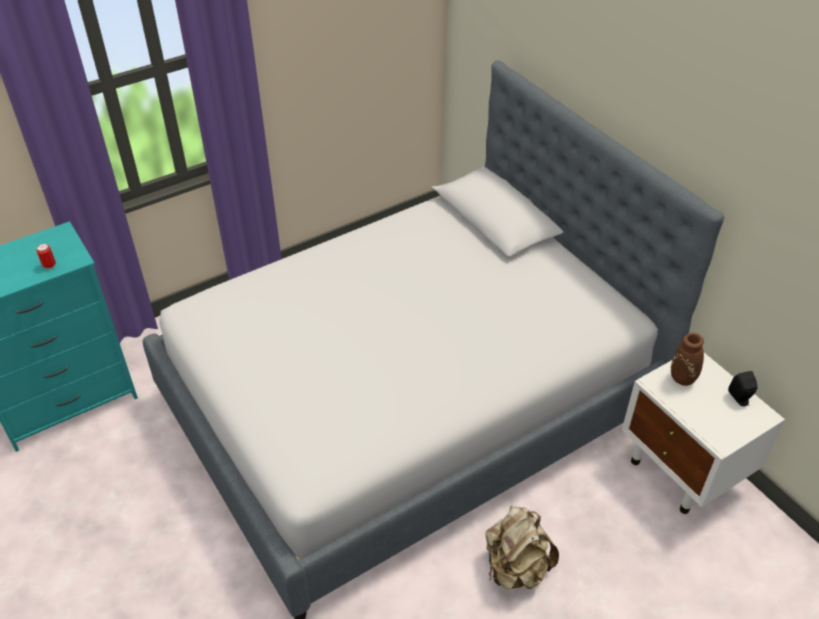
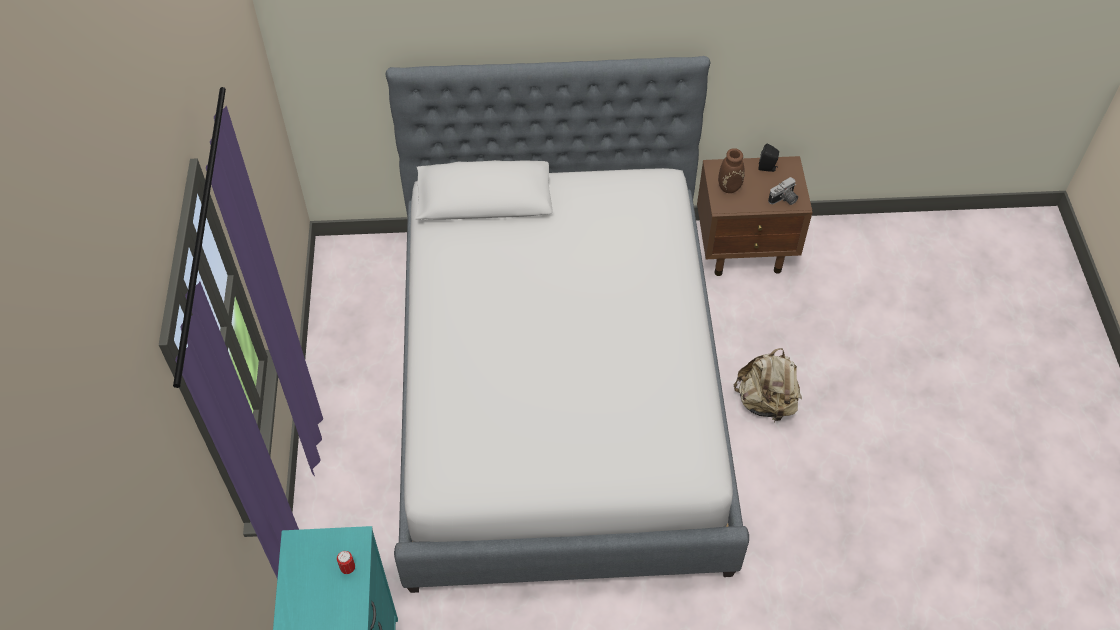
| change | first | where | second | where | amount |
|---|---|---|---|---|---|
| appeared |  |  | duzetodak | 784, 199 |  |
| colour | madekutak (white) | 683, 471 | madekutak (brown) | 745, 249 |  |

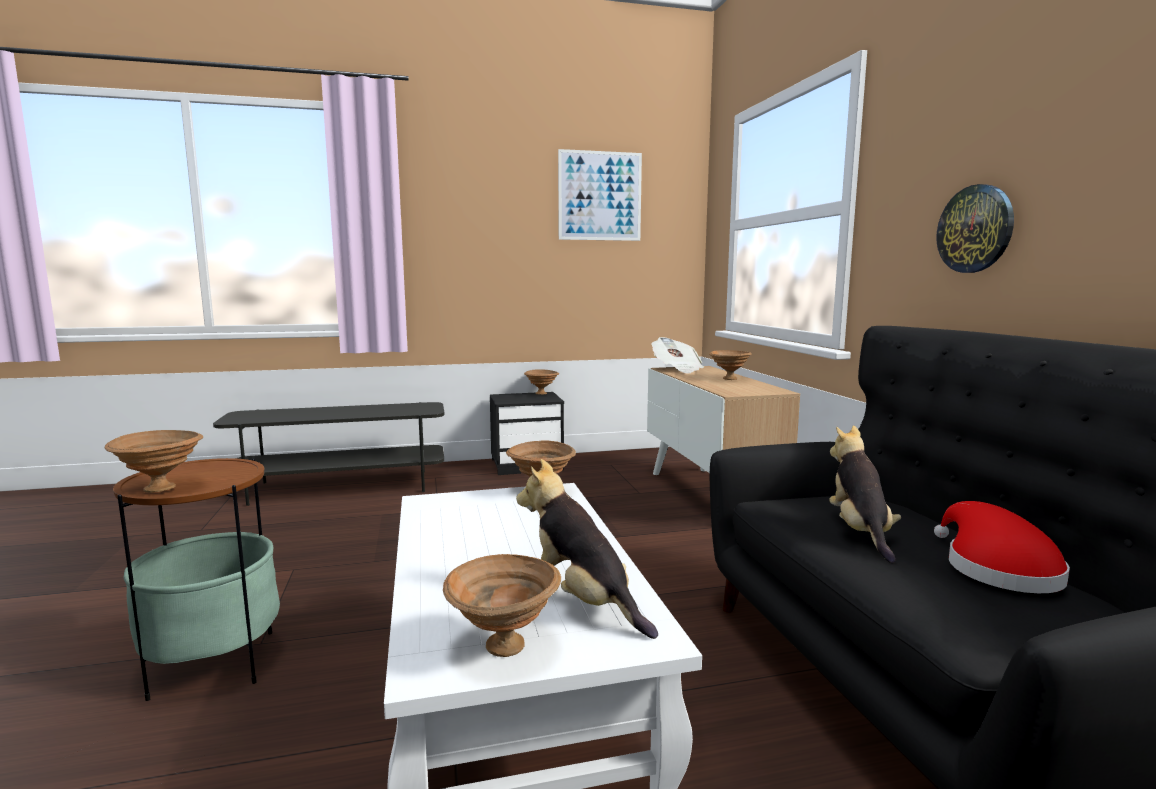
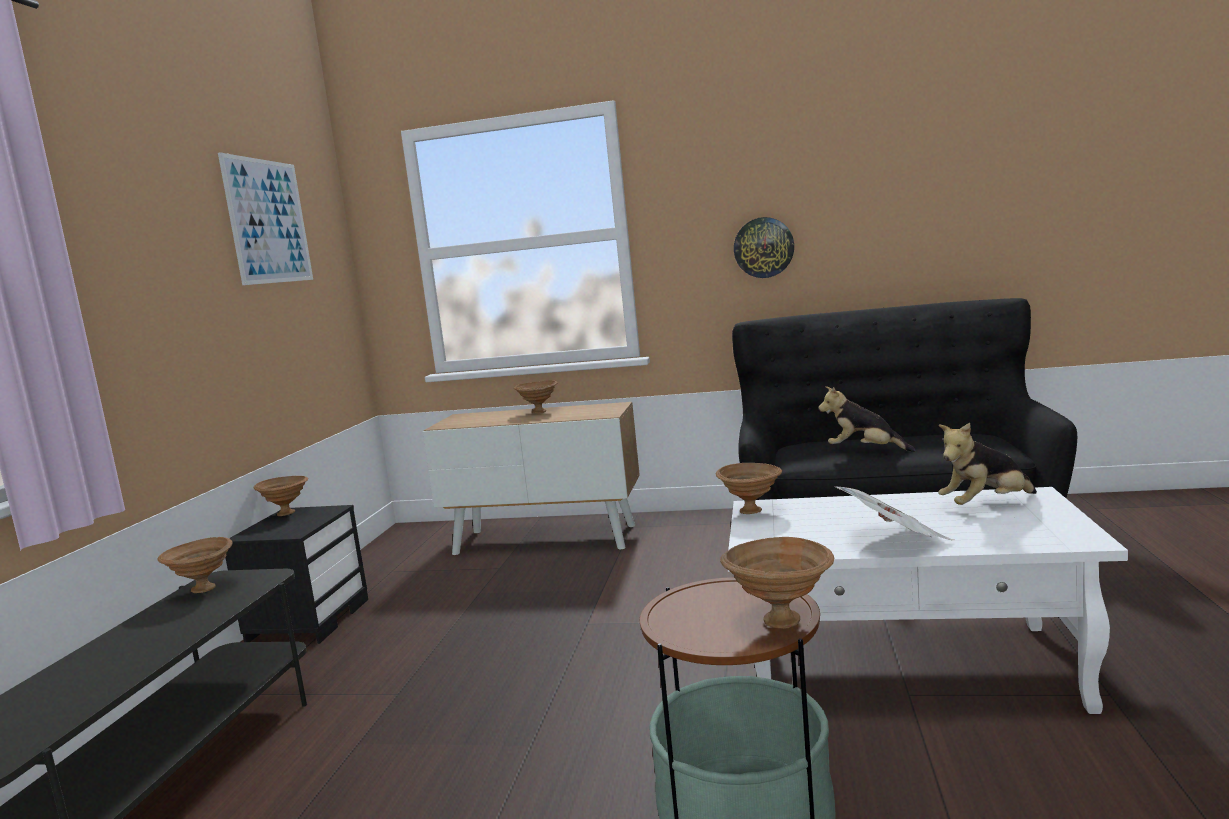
| change | first | where | second | where | amount |
|---|---|---|---|---|---|
| missing | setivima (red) | 996, 568 |  |  |  |
| relocated | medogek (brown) | 504, 648 |  | 204, 589 |  |
| relocated | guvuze | 677, 369 |  | 895, 540 |  |

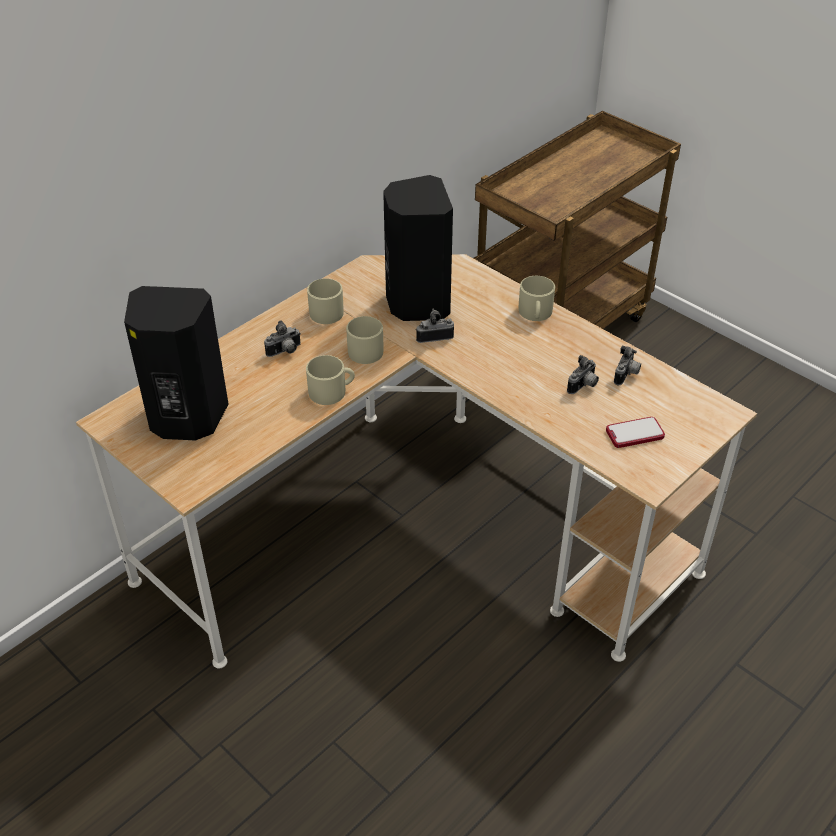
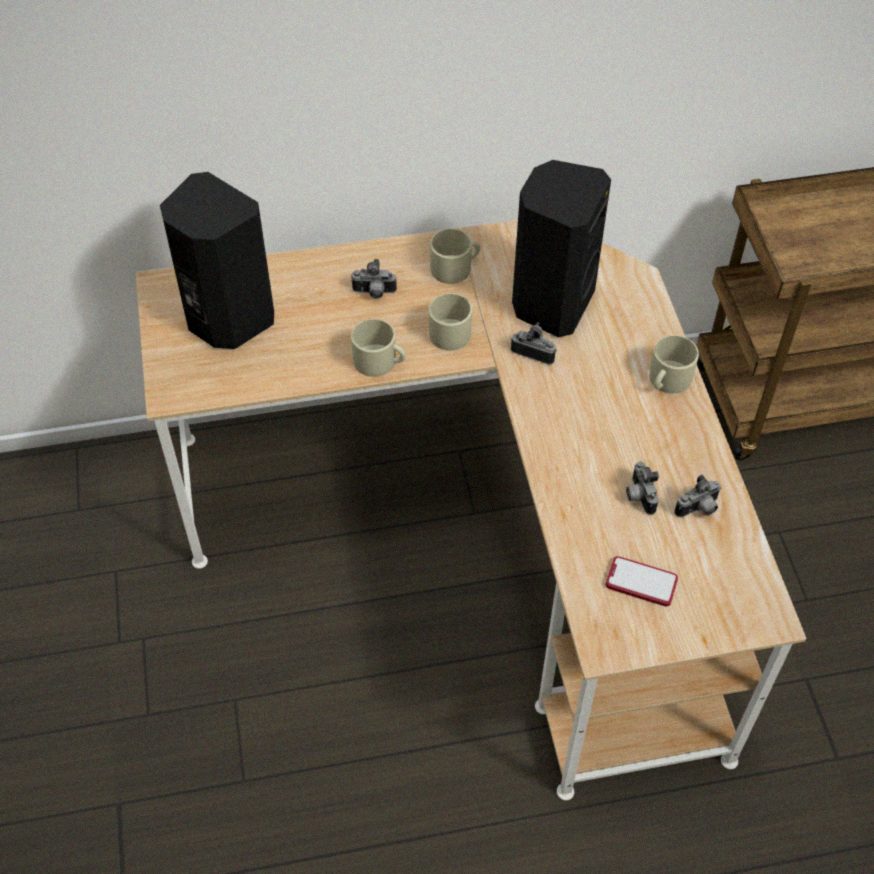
| change | first | where | second | where | amount |
|---|---|---|---|---|---|
| spun | duzetodak | 583, 386 |  | 638, 496 | 90 degrees clockwise |

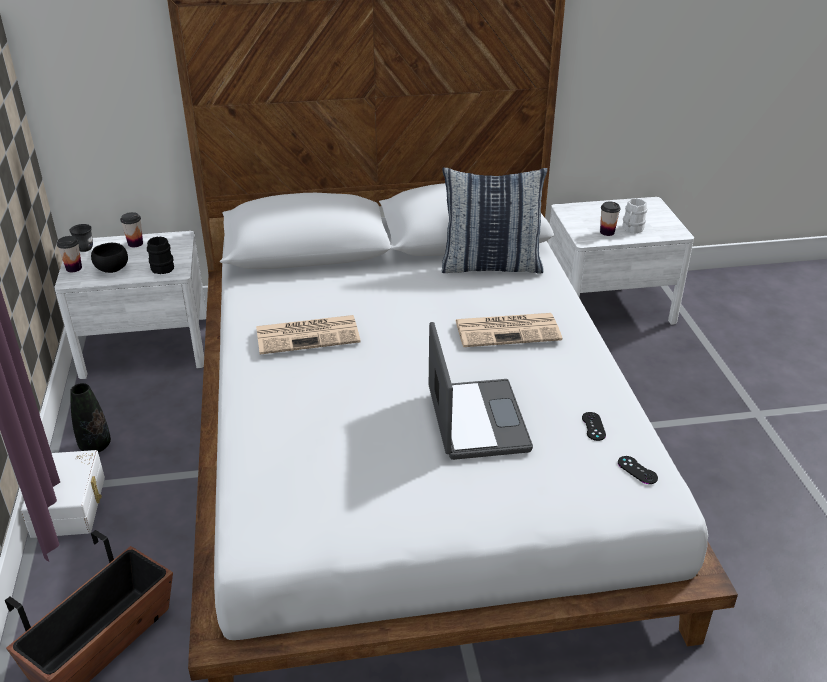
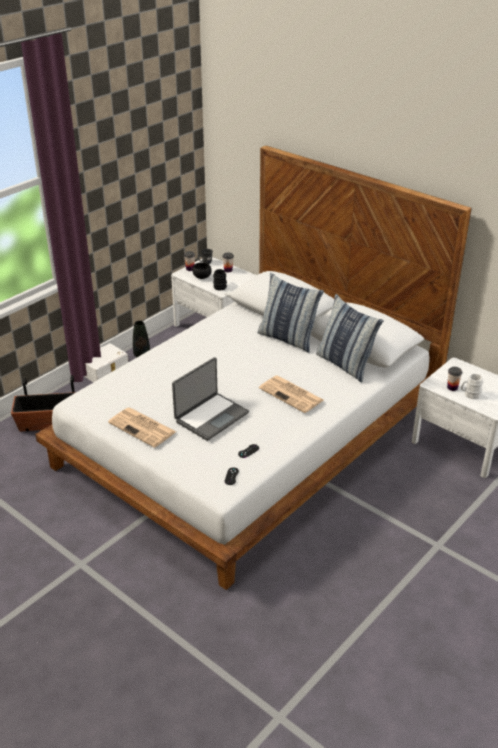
| change | first | where | second | where | amount |
|---|---|---|---|---|---|
| appeared |  |  | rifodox | 288, 338 |  |
| relocated | guvuze | 309, 335 |  | 143, 428 |  |

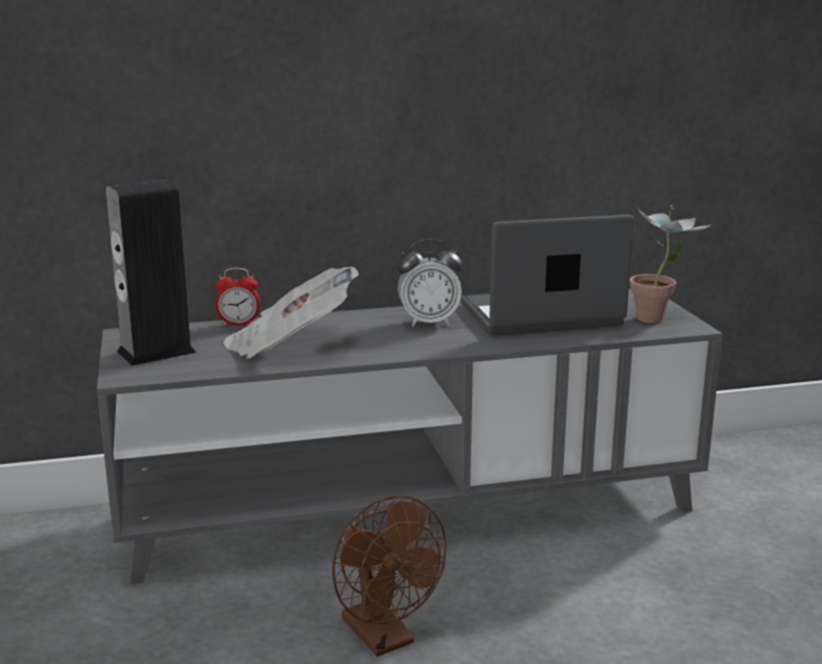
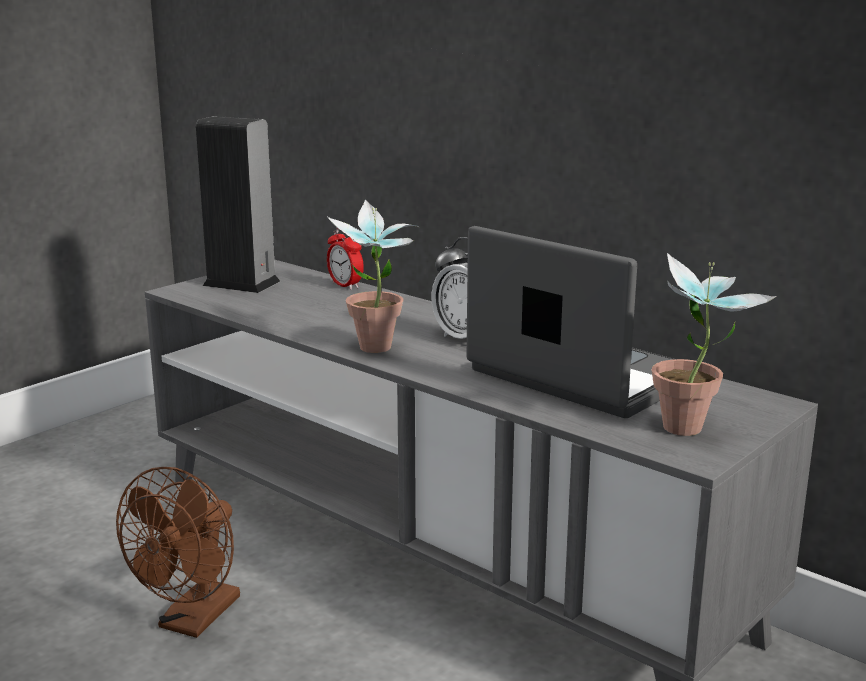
| change | first | where | second | where | amount |
|---|---|---|---|---|---|
| missing | guvuze | 290, 346 |  |  |  |
| appeared |  |  | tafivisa | 377, 352 |  |

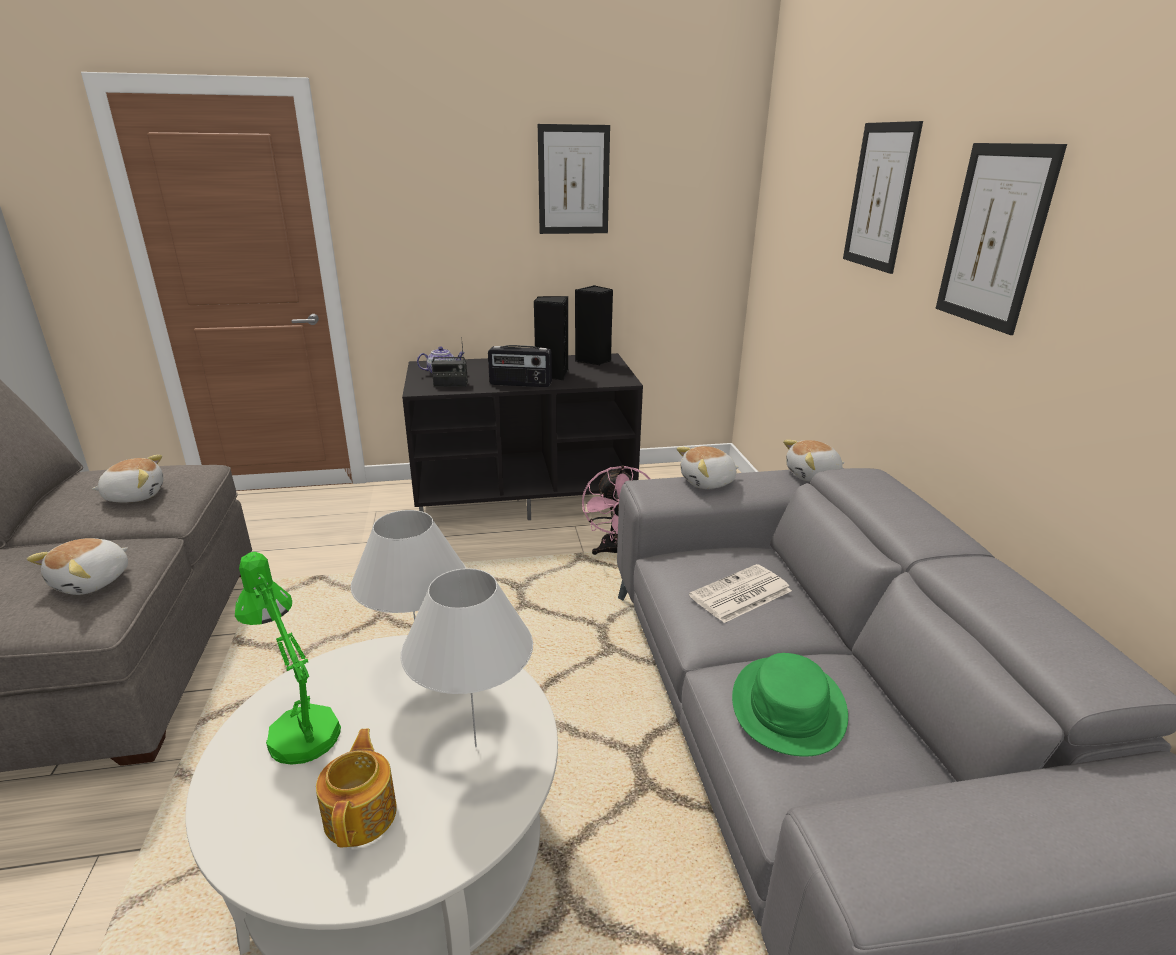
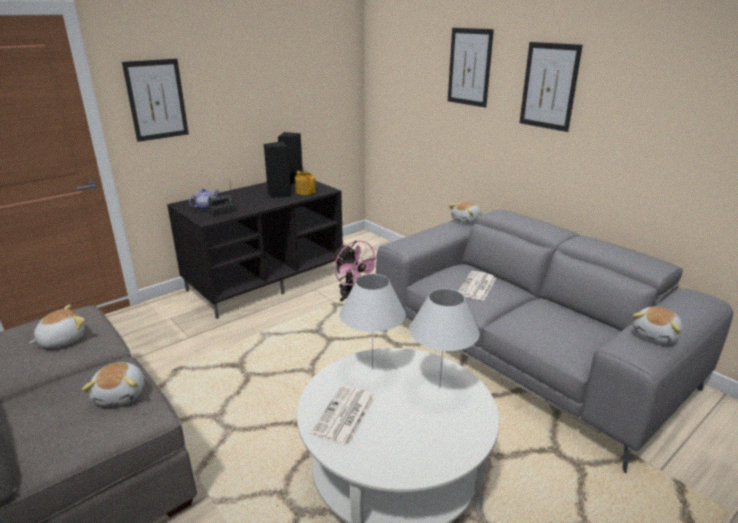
| change | first | where | second | where | amount |
|---|---|---|---|---|---|
| missing | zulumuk | 520, 384 |  |  |  |
| missing | setivima (green) | 789, 706 |  |  |  |
| relocated | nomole | 362, 813 |  | 305, 191 |  |
| relocated | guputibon | 573, 180 |  | 156, 100 |  |
| relocated | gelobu | 708, 482 |  | 656, 335 |  |
| exchanged | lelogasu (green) | 299, 727 | guvuze | 344, 416 |  |

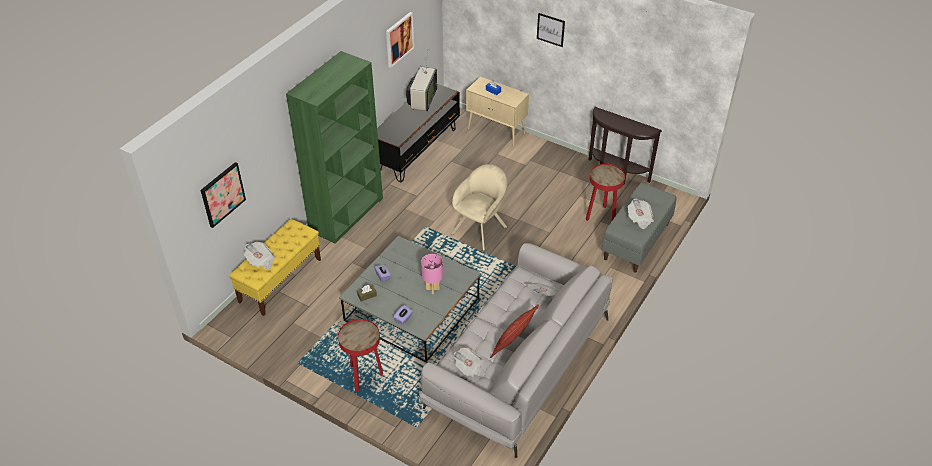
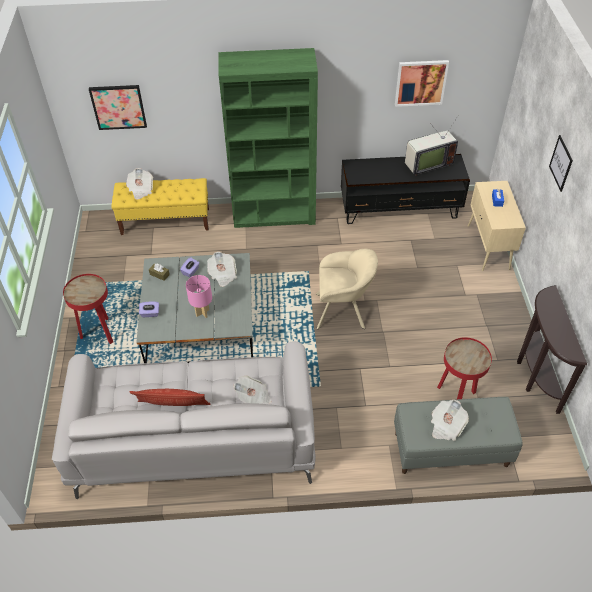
| change | first | where | second | where | amount |
|---|---|---|---|---|---|
| relocated | guvuze | 470, 368 |  | 222, 275 |  |

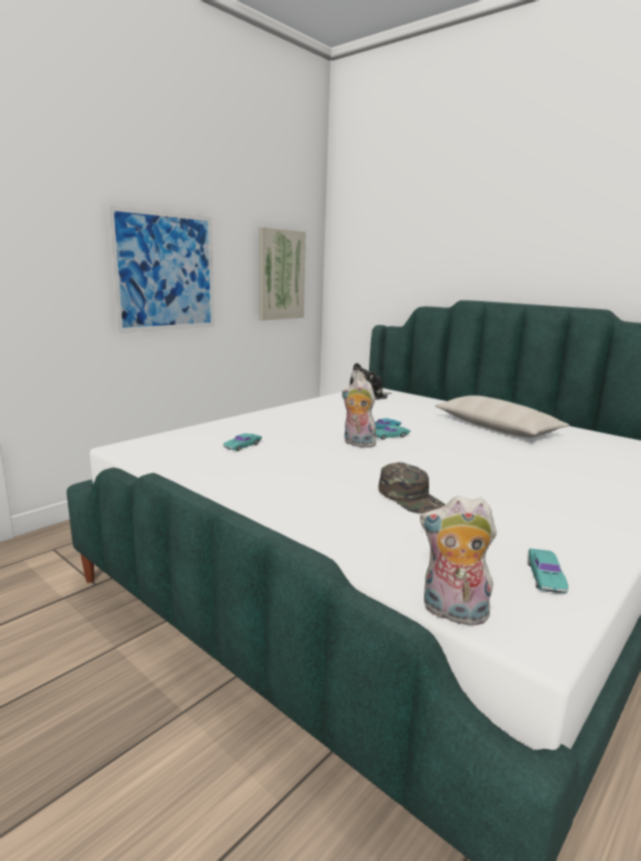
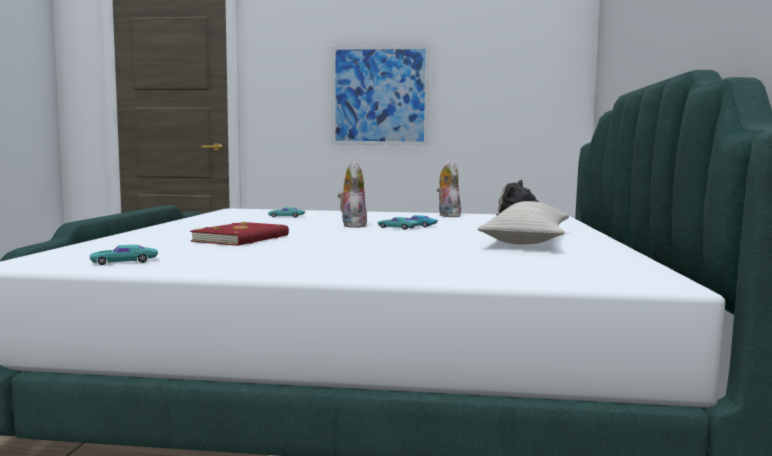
| change | first | where | second | where | amount |
|---|---|---|---|---|---|
| missing | guputibon | 280, 275 |  |  |  |
| relocated | gelobu | 452, 613 |  | 447, 216 |  |
| exchanged | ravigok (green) | 410, 497 | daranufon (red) | 243, 239 |  |

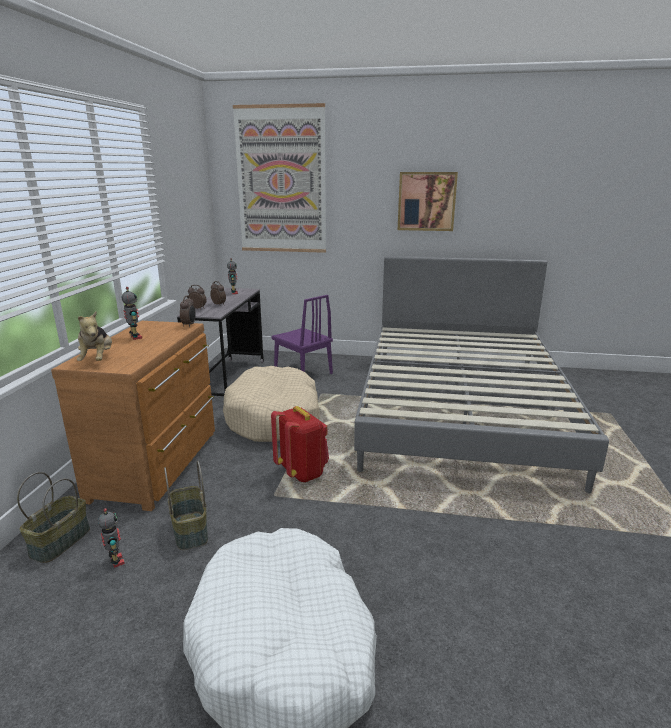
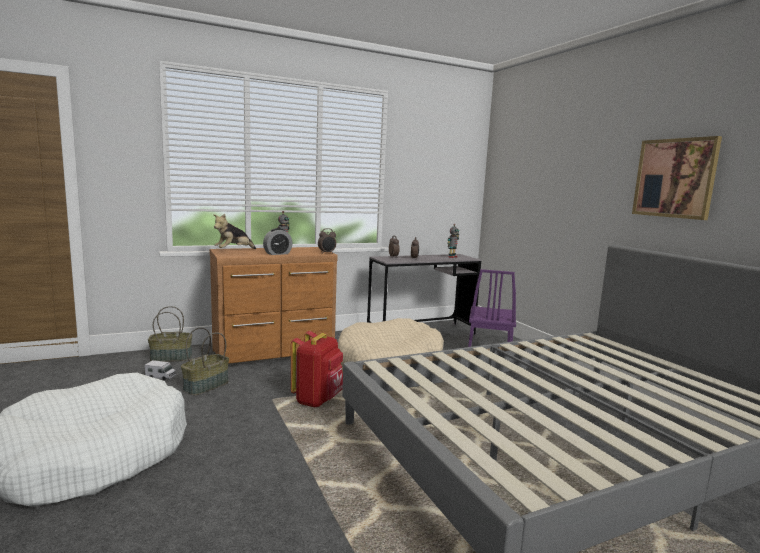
| change | first | where | second | where | amount |
|---|---|---|---|---|---|
| missing | guputibon | 281, 181 |  |  |  |
| appeared |  |  | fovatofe | 277, 253 |  |
| exchanged | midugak | 116, 561 | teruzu | 161, 376 |  |

